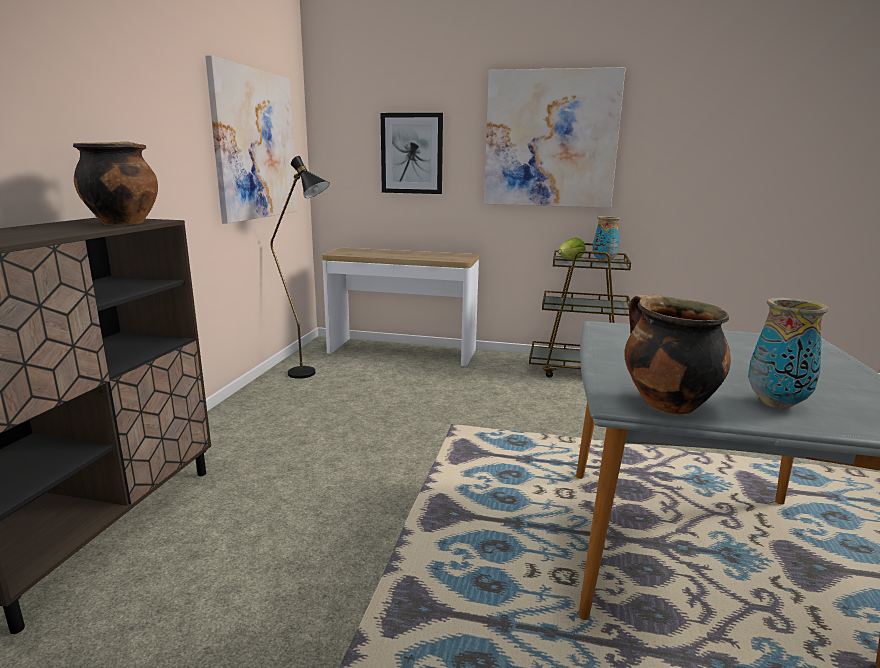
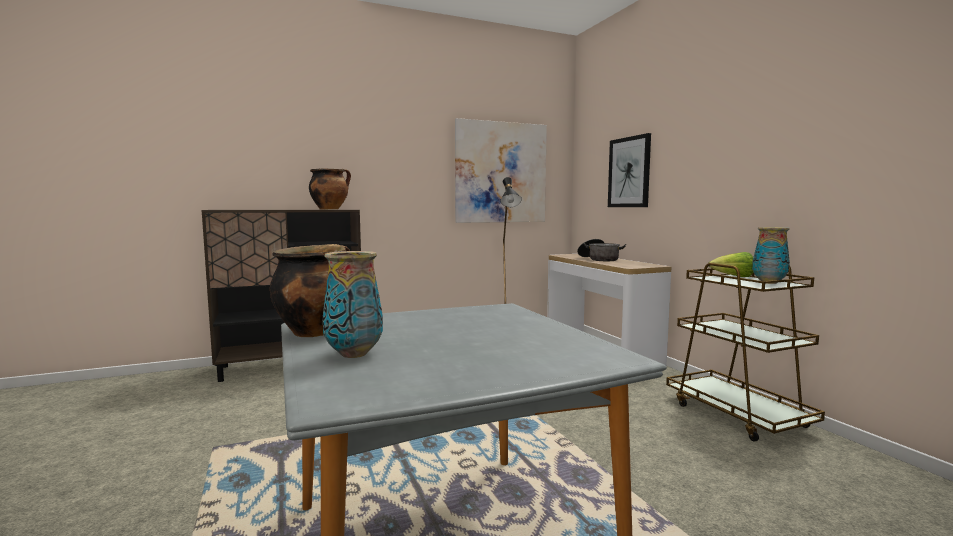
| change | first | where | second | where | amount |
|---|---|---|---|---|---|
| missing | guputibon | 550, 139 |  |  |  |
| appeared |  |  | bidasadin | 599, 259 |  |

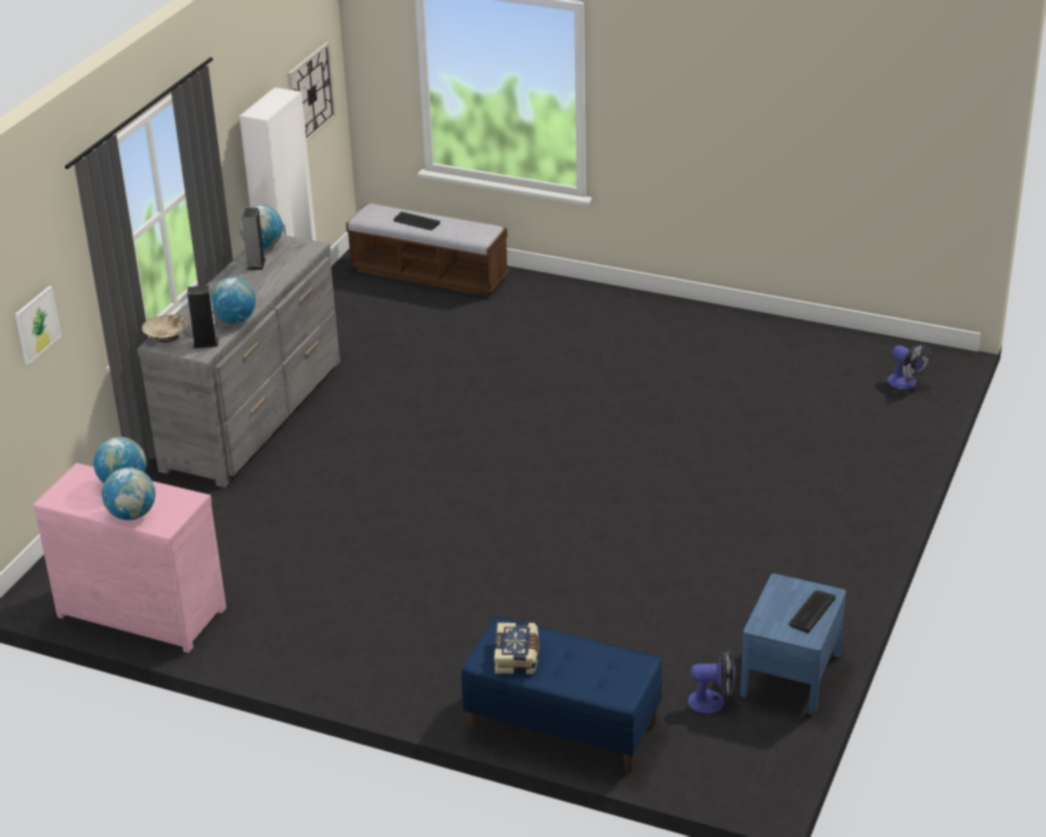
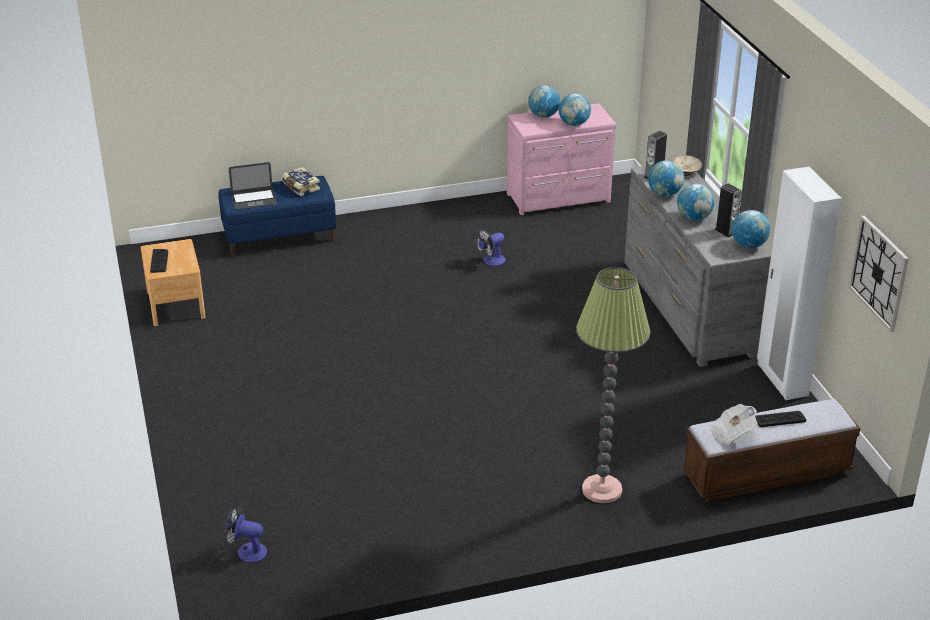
| change | first | where | second | where | amount |
|---|---|---|---|---|---|
| missing | guputibon | 37, 324 |  |  |  |
| appeared |  |  | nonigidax | 254, 199 |  |
| appeared |  |  | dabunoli | 602, 490 |  |
| appeared |  |  | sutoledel | 694, 218 |  |
| appeared |  |  | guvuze | 731, 433 |  |
| relocated | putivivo | 713, 701 |  | 491, 261 |  |
| colour | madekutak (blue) | 791, 674 | madekutak (brown) | 176, 304 |  |

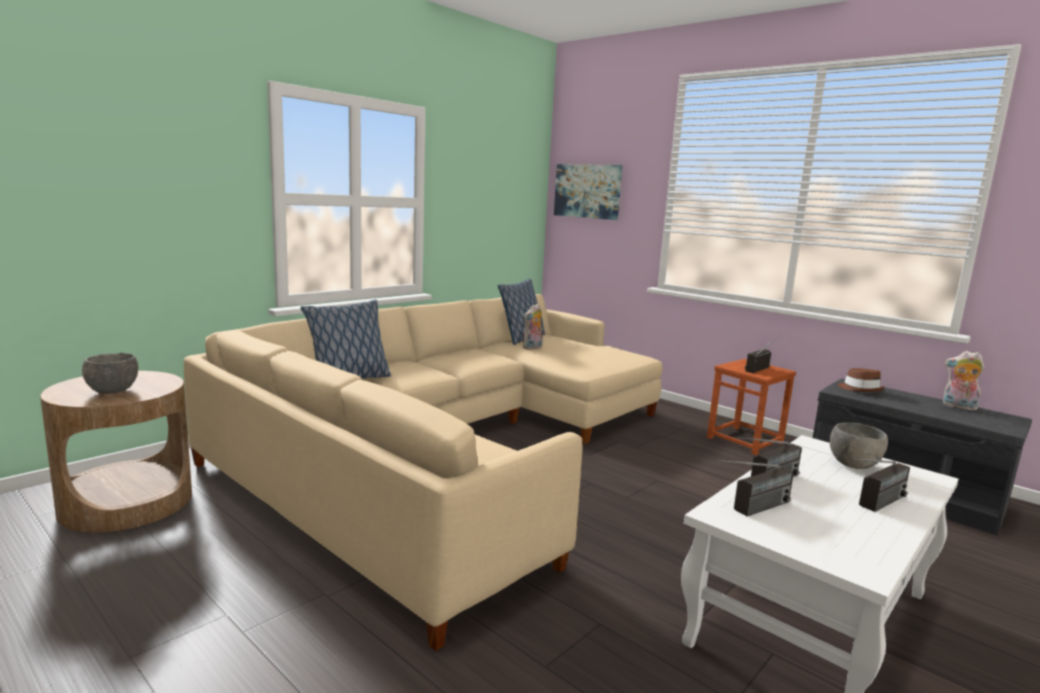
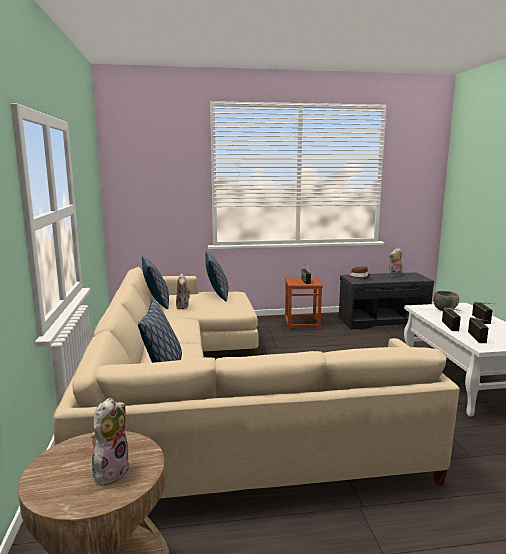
| change | first | where | second | where | amount |
|---|---|---|---|---|---|
| missing | guputibon | 587, 191 |  |  |  |
| appeared |  |  | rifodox | 217, 296 |  |
| exchanged | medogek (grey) | 112, 391 | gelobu | 110, 471 |  |

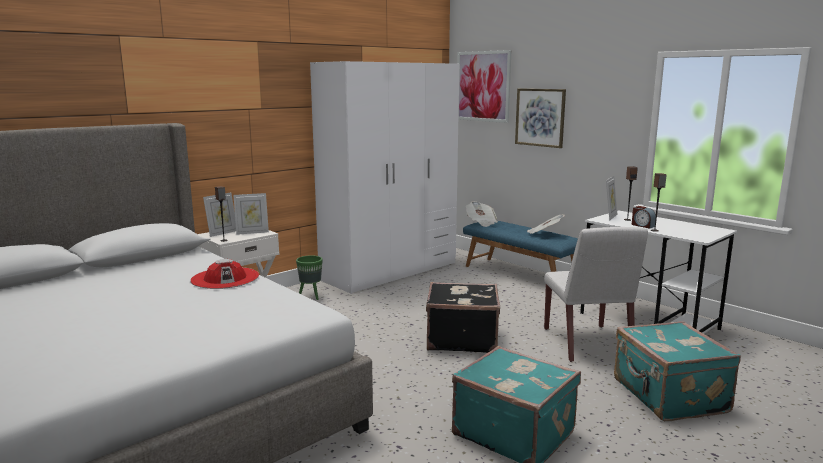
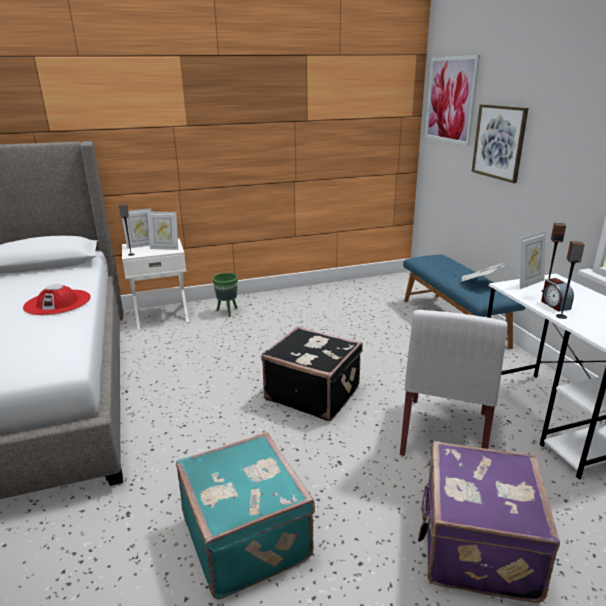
| change | first | where | second | where | amount |
|---|---|---|---|---|---|
| missing | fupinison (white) | 390, 271 |  |  |  |
| missing | guvuze | 481, 222 |  |  |  |
| colour | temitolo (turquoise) | 668, 396 | temitolo (purple) | 475, 546 |  |

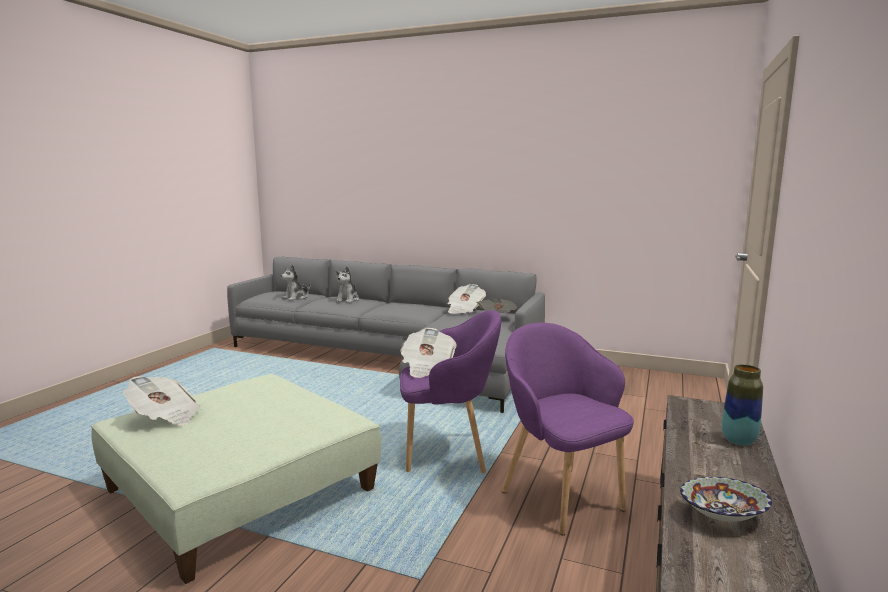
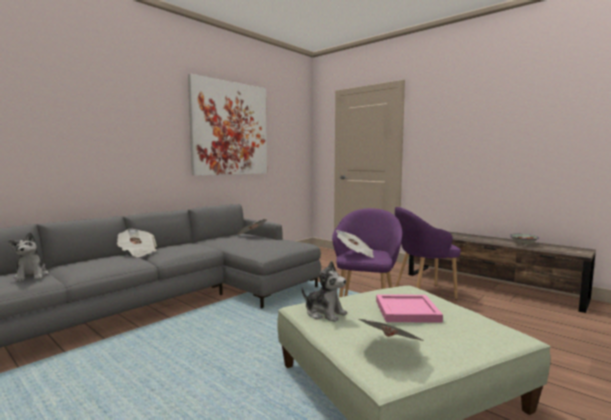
| change | first | where | second | where | amount |
|---|---|---|---|---|---|
| missing | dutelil | 738, 441 |  |  |  |
| appeared |  |  | guputibon | 230, 129 |  |
| appeared |  |  | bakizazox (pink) | 406, 311 |  |
| relocated | gelobu | 348, 300 |  | 324, 313 |  |
| relocated | guvuze | 464, 310 |  | 137, 252 |  |

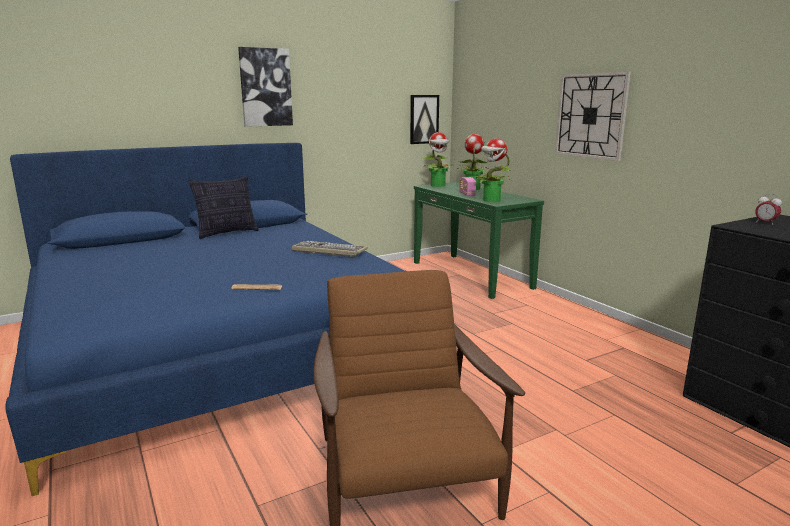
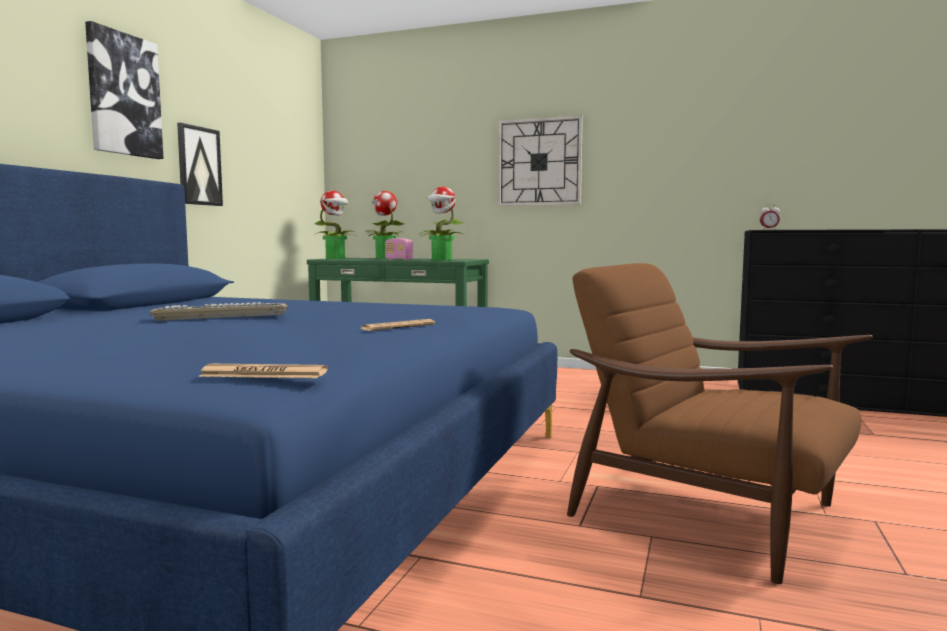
| change | first | where | second | where | amount |
|---|---|---|---|---|---|
| missing | rifodox | 227, 233 |  |  |  |
| appeared |  |  | guvuze | 264, 374 |  |
| relocated | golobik | 328, 251 |  | 220, 315 |  |
| relocated | guputibon | 423, 119 |  | 199, 166 |  |

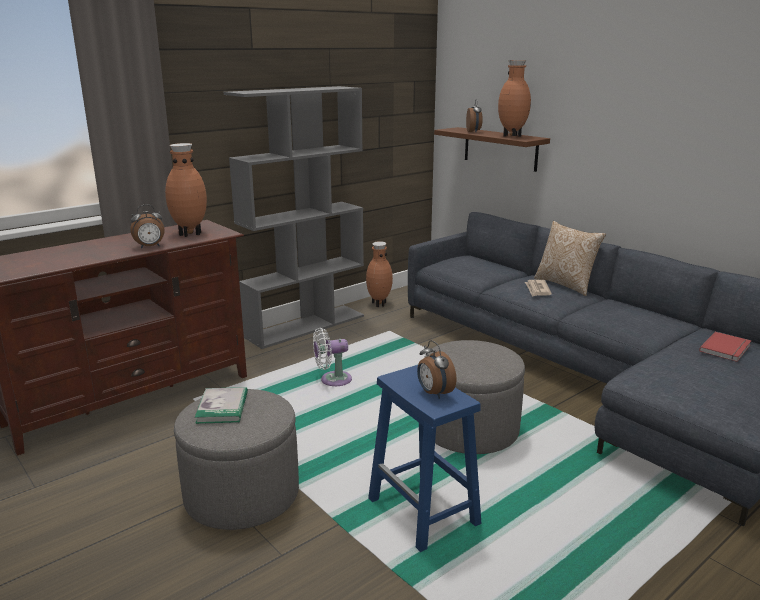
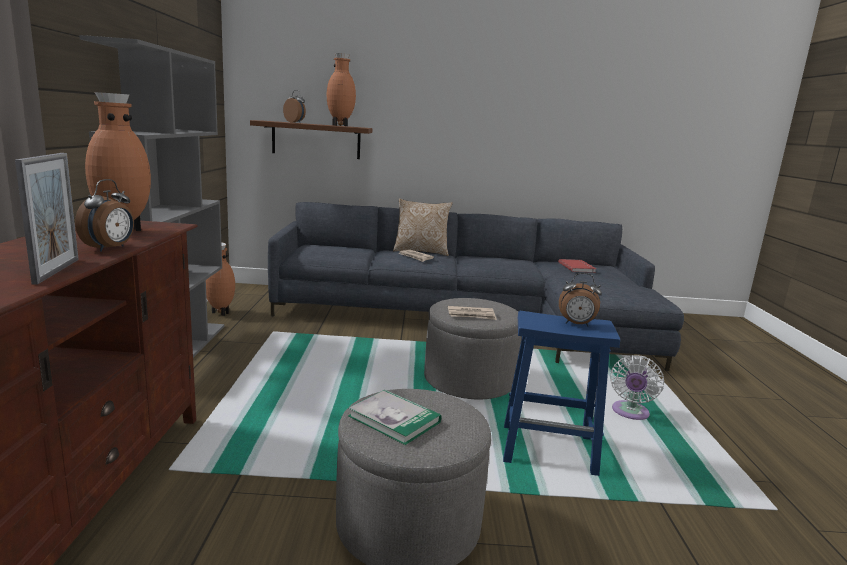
| change | first | where | second | where | amount |
|---|---|---|---|---|---|
| appeared |  |  | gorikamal | 57, 271 |  |
| appeared |  |  | guvuze | 471, 315 |  |
| relocated | putivivo (white) | 332, 380 |  | 629, 413 |  |

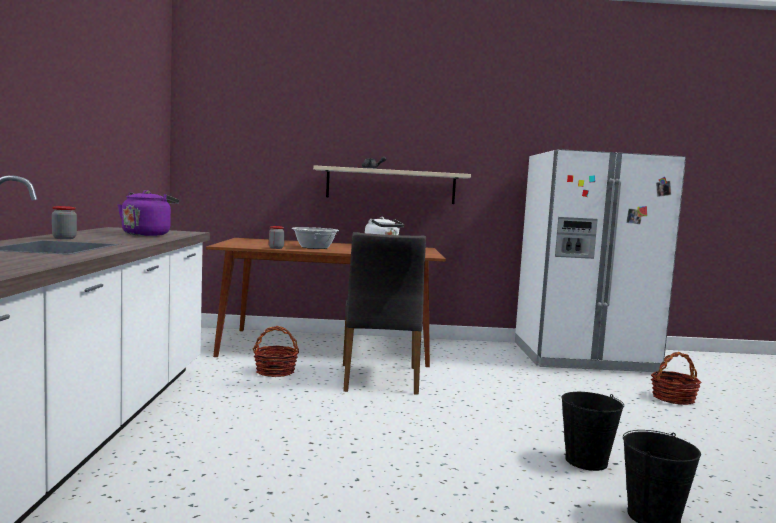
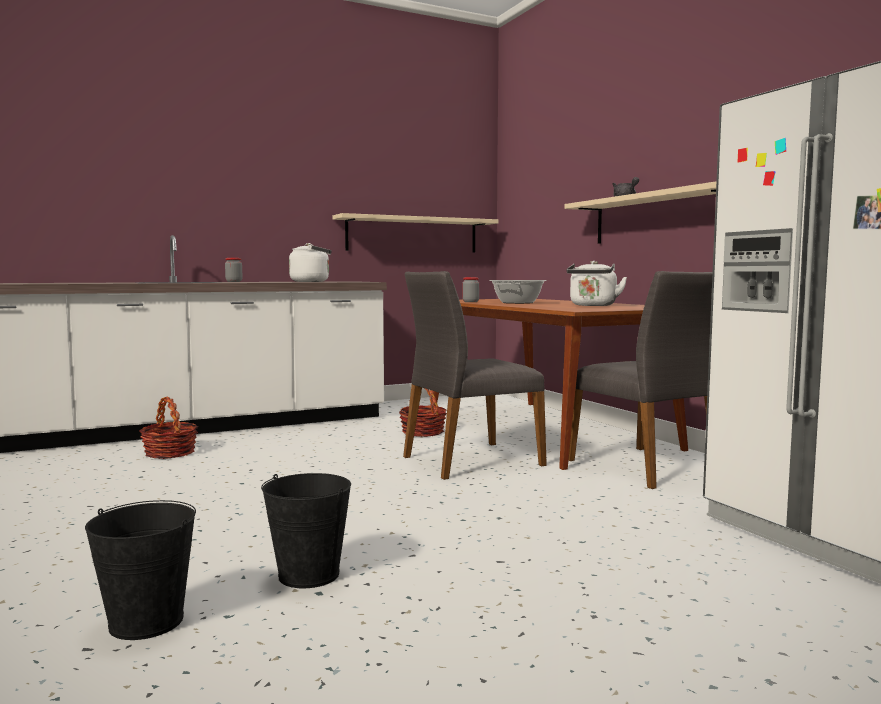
| change | first | where | second | where | amount |
|---|---|---|---|---|---|
| appeared |  |  | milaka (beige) | 412, 235 |  |
| appeared |  |  | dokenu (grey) | 645, 467 |  |
| relocated | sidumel | 673, 398 |  | 170, 453 |  |
| colour | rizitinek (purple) | 147, 234 | rizitinek (white) | 312, 281 |  |

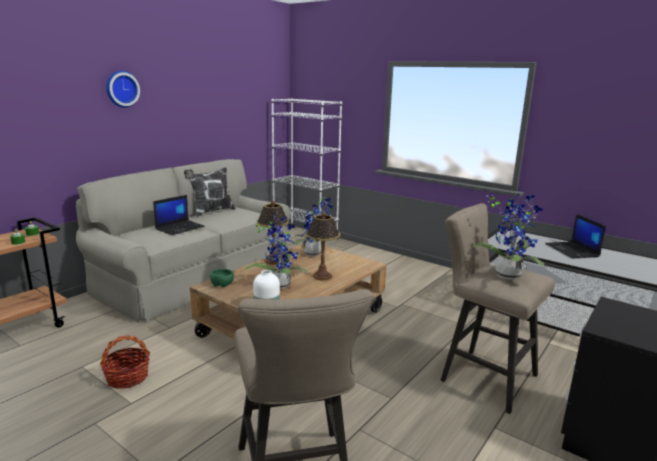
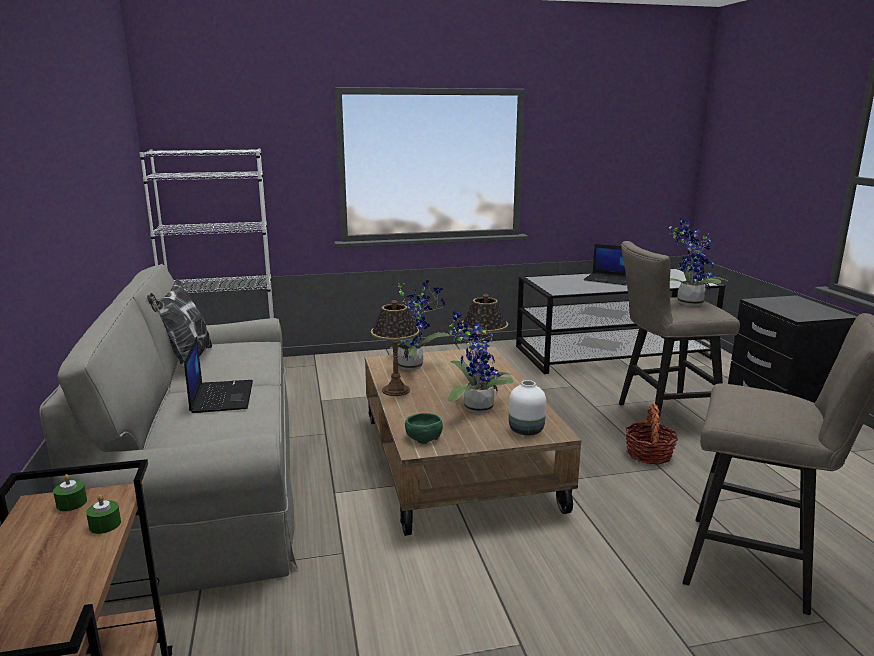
| change | first | where | second | where | amount |
|---|---|---|---|---|---|
| missing | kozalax | 121, 89 |  |  |  |
| relocated | sidumel | 127, 377 |  | 649, 454 |  |

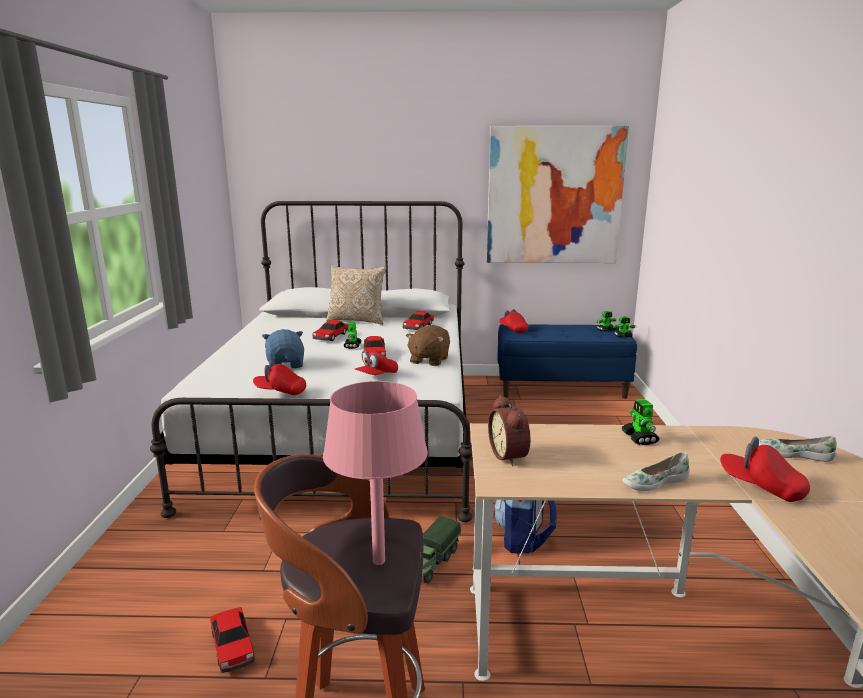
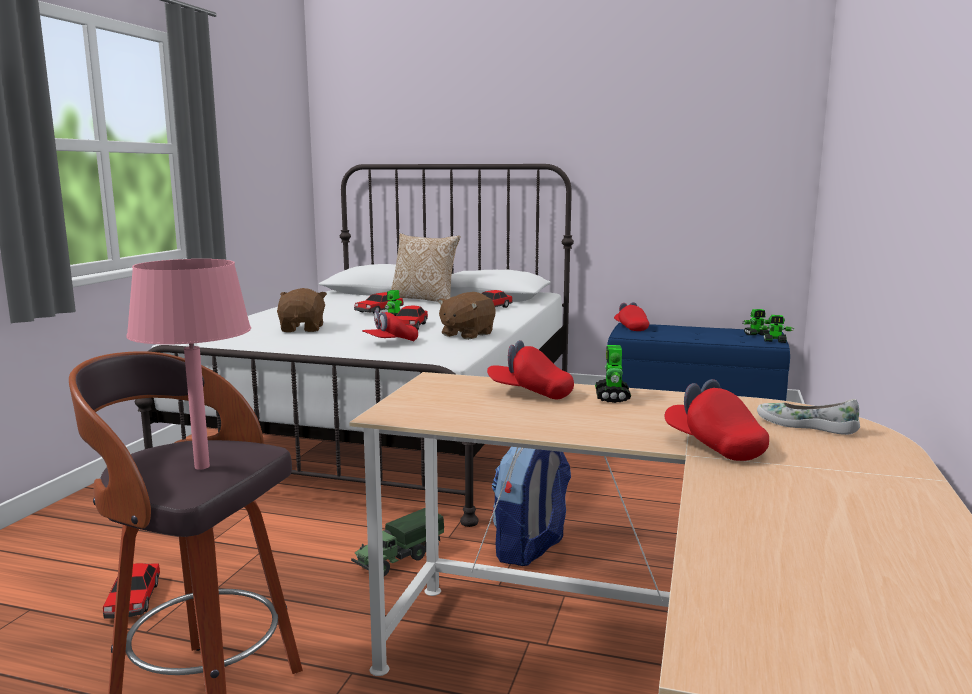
| change | first | where | second | where | amount |
|---|---|---|---|---|---|
| missing | guputibon | 554, 196 |  |  |  |
| missing | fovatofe | 510, 455 |  |  |  |
| missing | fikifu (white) | 654, 482 |  |  |  |
| relocated | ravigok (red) | 280, 391 |  | 530, 393 |  |
| colour | gelobu (blue) | 286, 365 | gelobu (brown) | 303, 329 |  |

